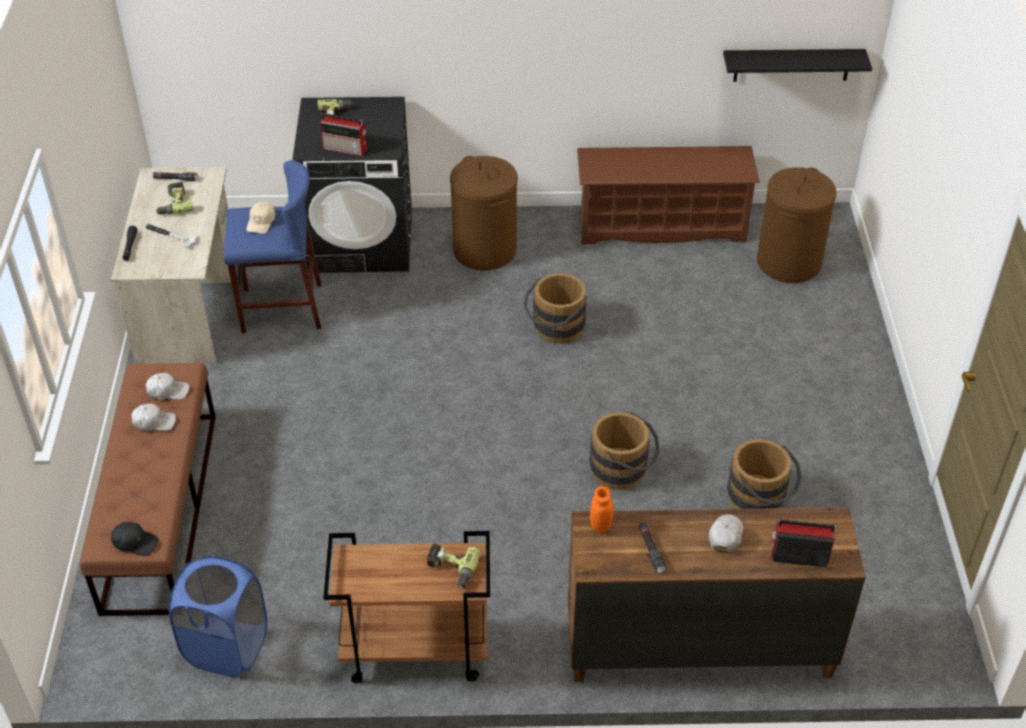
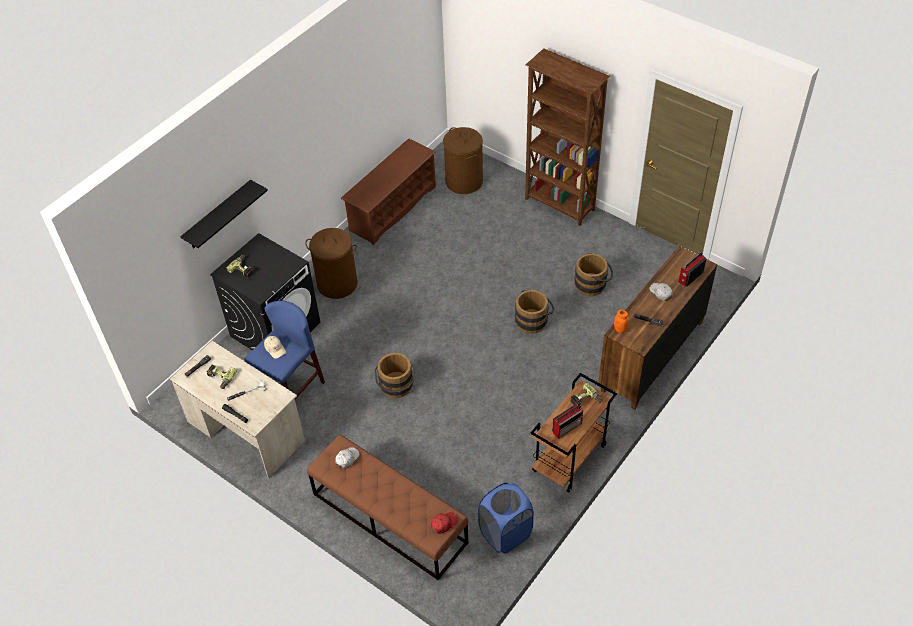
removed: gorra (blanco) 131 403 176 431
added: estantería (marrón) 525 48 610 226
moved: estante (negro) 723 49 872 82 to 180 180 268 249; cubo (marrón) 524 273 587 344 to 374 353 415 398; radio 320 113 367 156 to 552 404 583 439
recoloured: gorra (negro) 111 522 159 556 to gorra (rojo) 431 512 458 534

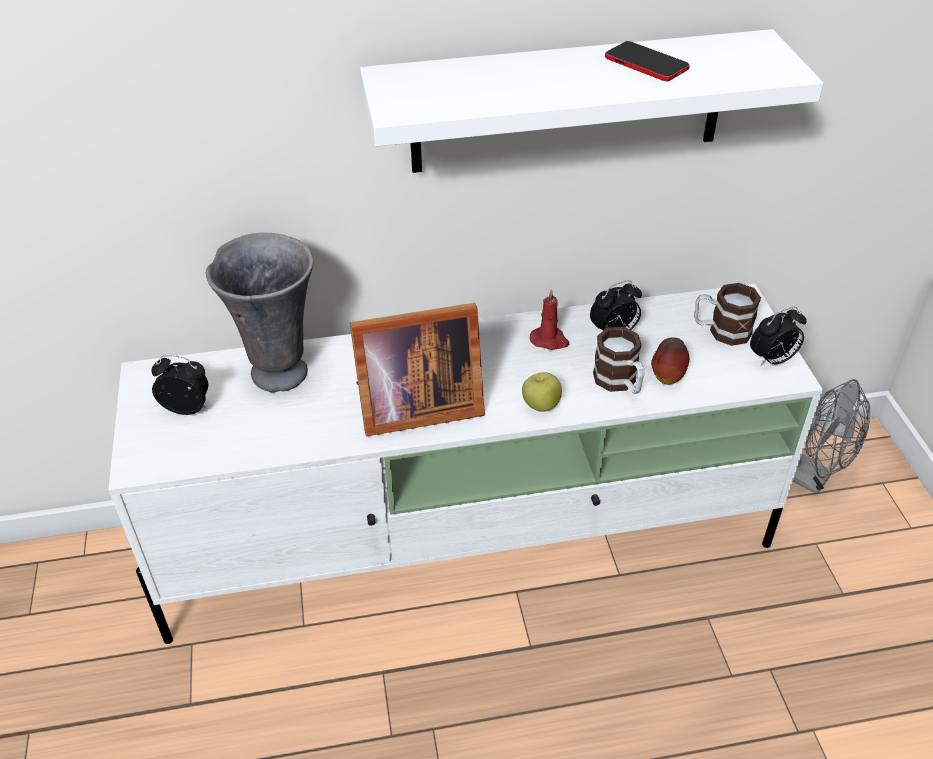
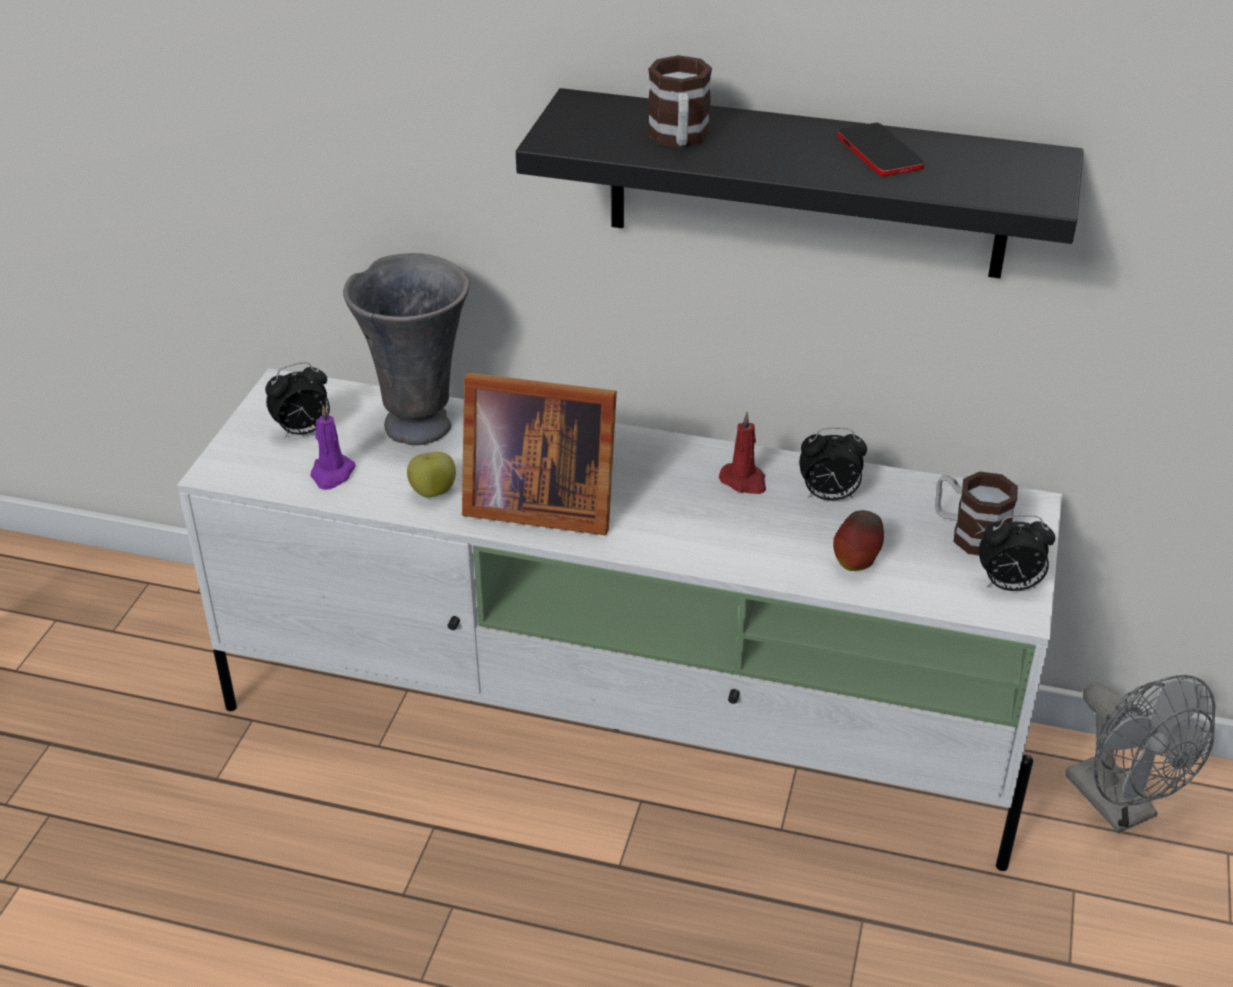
added: vela (morado) 310 405 356 490
moved: manzana 522 372 562 412 to 407 452 456 498; taza grande 593 327 644 394 to 648 55 712 148
recoloured: estante (blanco) 360 29 824 173 to estante (negro) 516 88 1084 278
turned: despertador 151 355 208 415 = 265 362 330 438 120 degrees clockwise

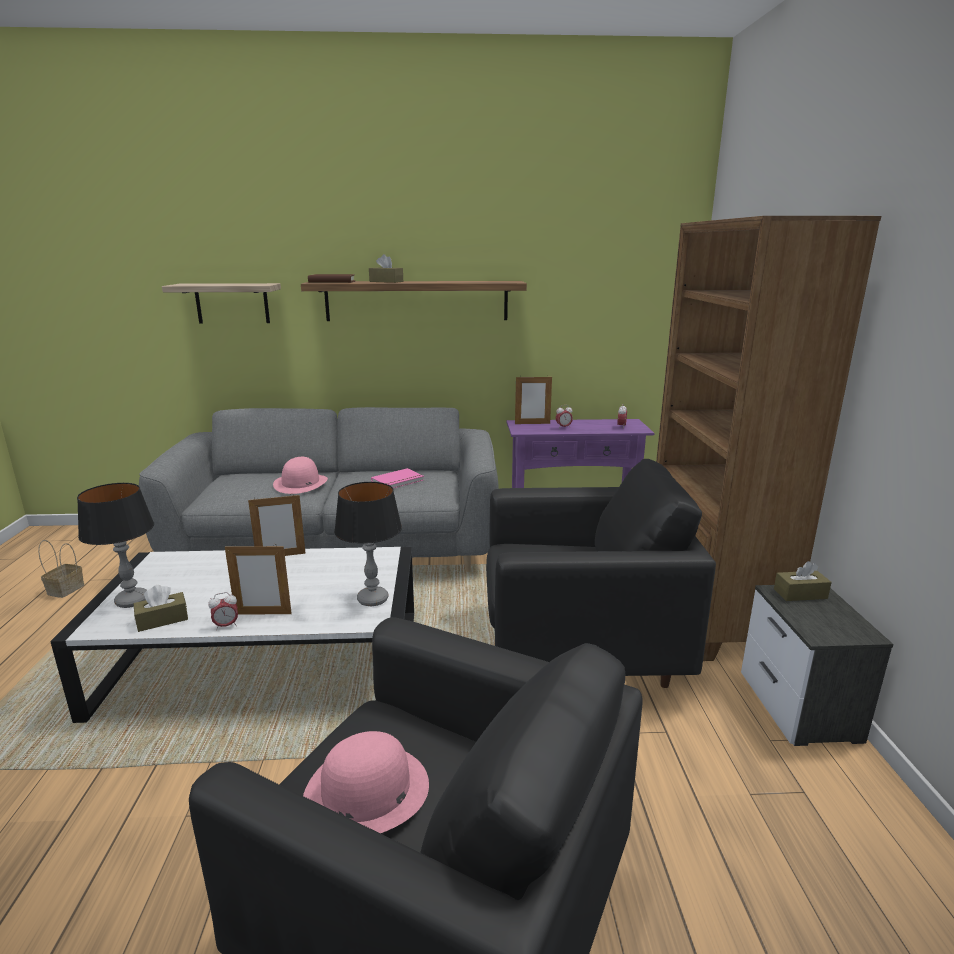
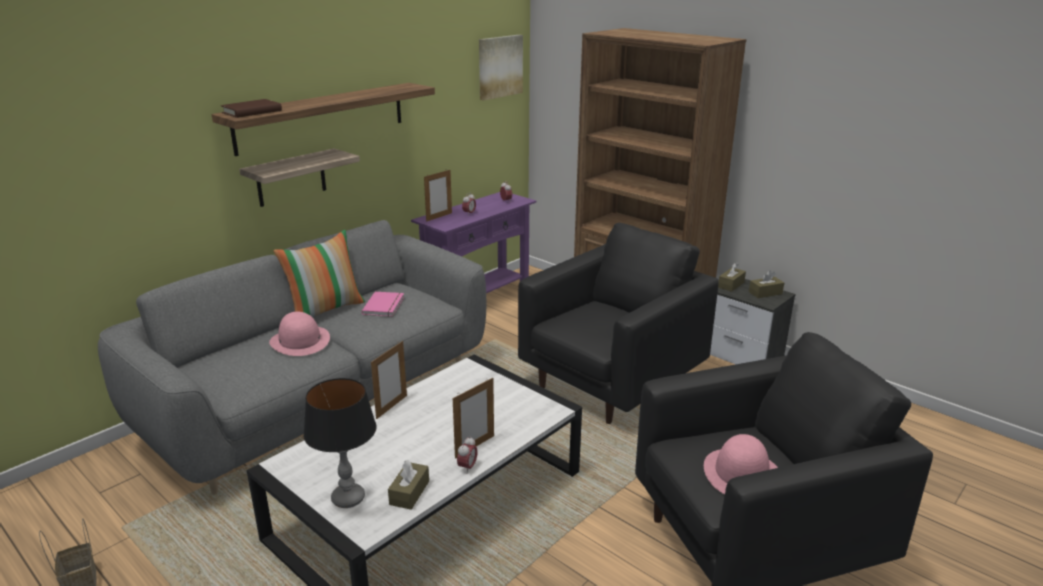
removed: lámpara de mesa 334 482 402 606
added: cojín 274 230 365 318; cuadro 479 35 523 101
moved: estante 162 283 281 324 to 239 148 360 207; caja de pañuelos (marrón) 369 254 403 283 to 749 271 784 298

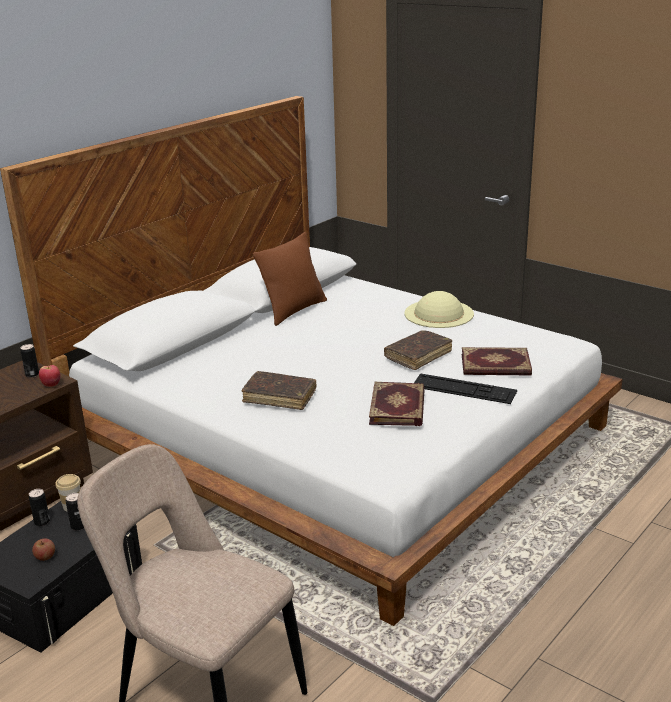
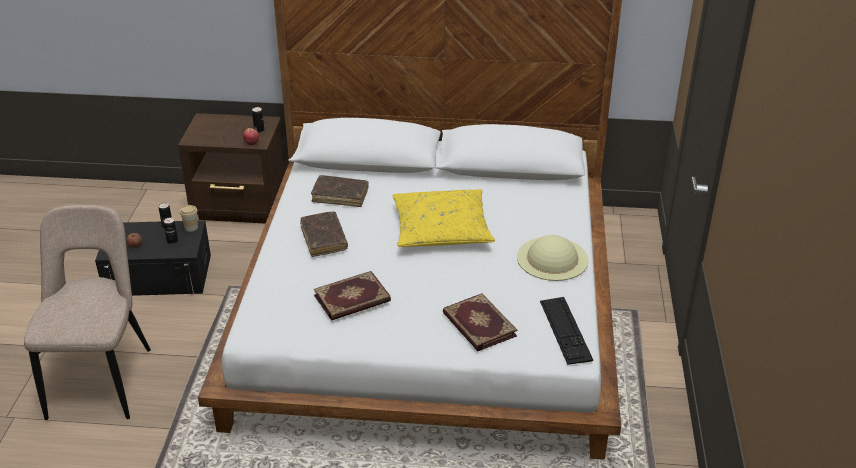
removed: cojín (marrón) 253 232 327 326
added: cojín (amarillo) 392 189 495 247
moved: libro (marrón) 384 330 453 370 to 311 175 369 207; teclado 414 373 517 404 to 540 297 593 365

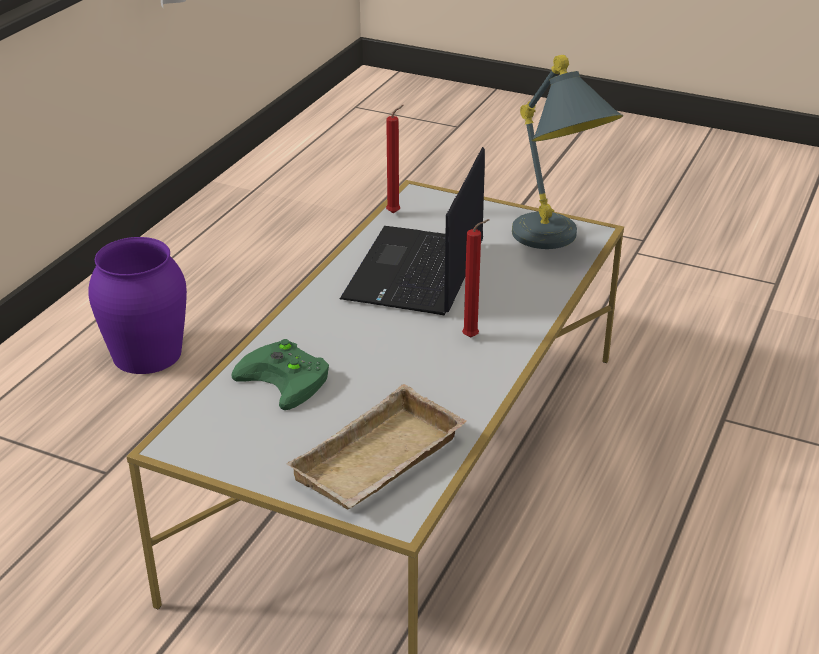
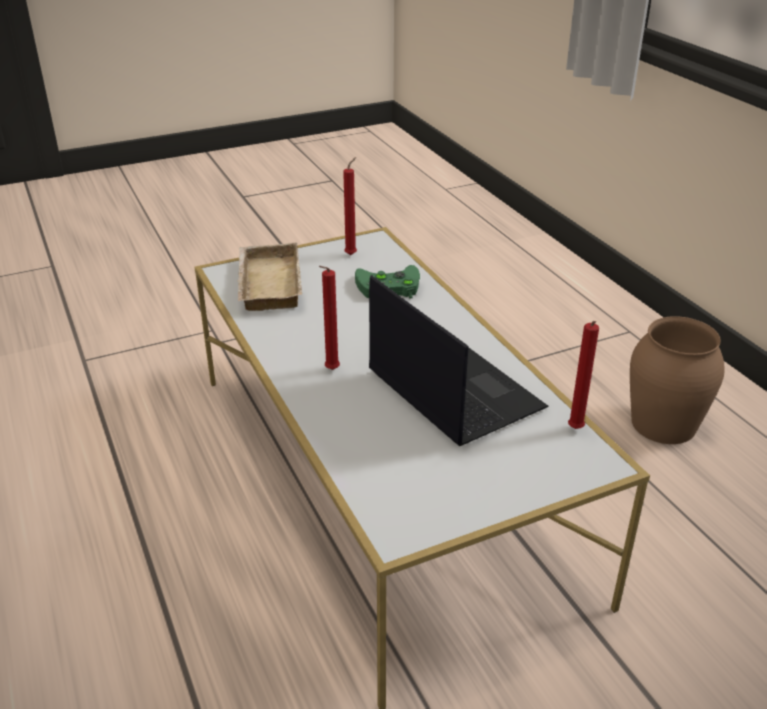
removed: lámpara de mesa (gris) 512 55 623 249
added: vela (rojo) 343 157 357 255
recoloured: florero (morado) 88 237 187 374 to florero (marrón) 630 316 725 444

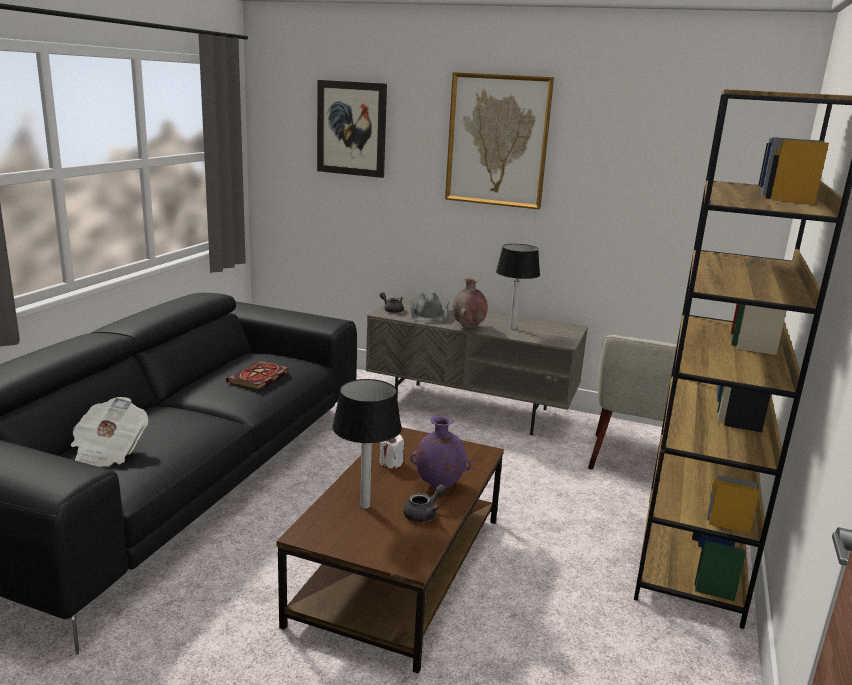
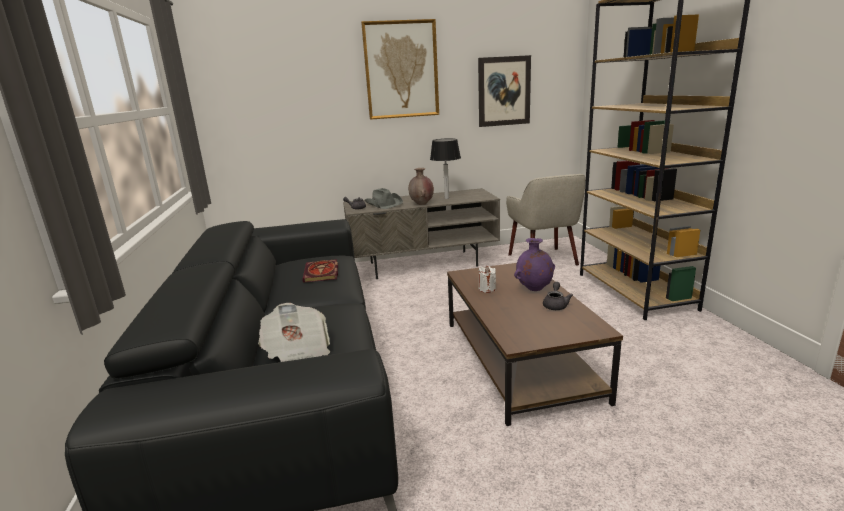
removed: lámpara de mesa 333 379 402 509
moved: cuadro 317 80 387 178 to 478 55 531 127

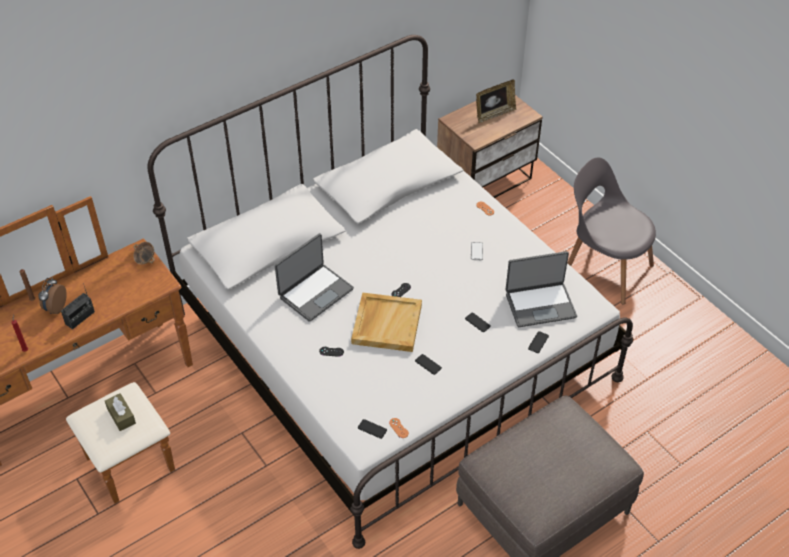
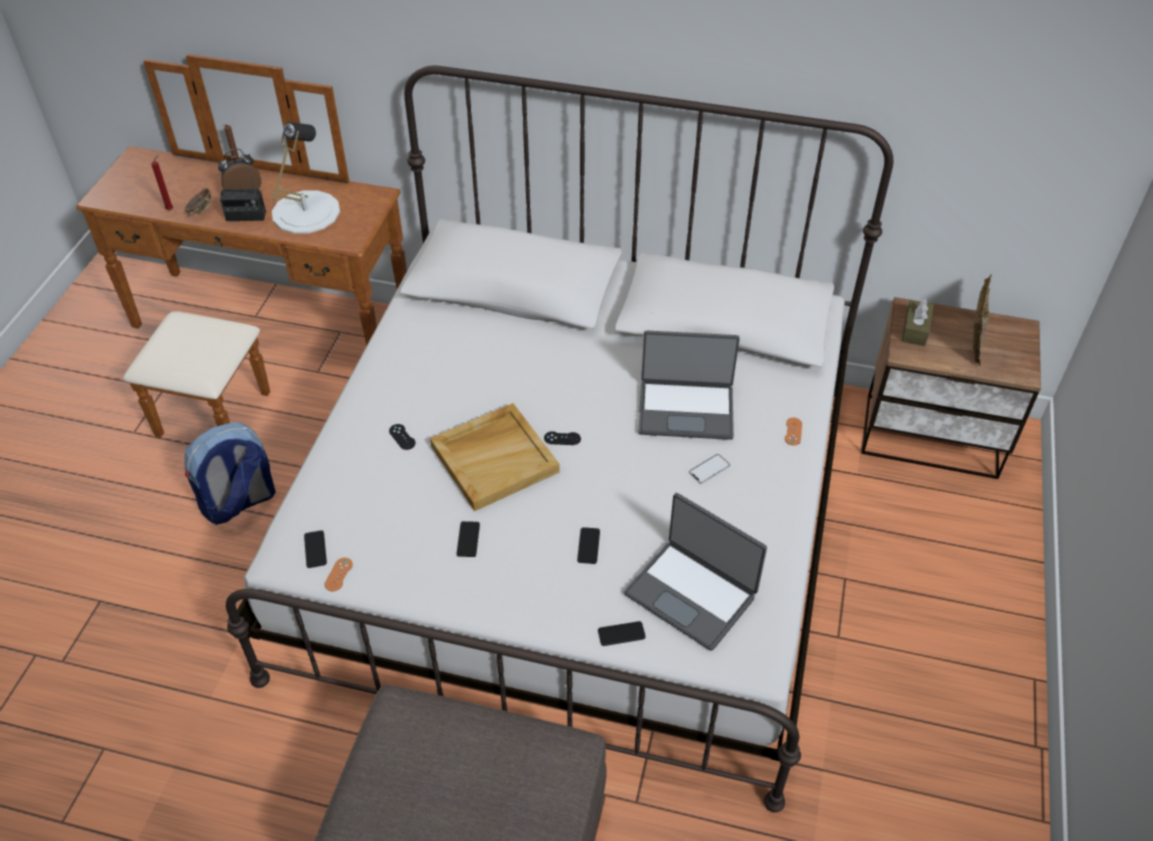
removed: silla (gris) 568 157 656 305
added: mochila 184 422 276 525; lámpara de mesa (blanco) 272 122 340 234
moved: cuenco 133 242 155 264 to 184 187 211 216; portátil 275 233 354 322 to 638 331 740 440; caja de pañuelos (marrón) 105 393 136 431 to 901 299 934 346
turned: portarretratos 476 79 517 123 = 973 274 992 366 90 degrees counterclockwise

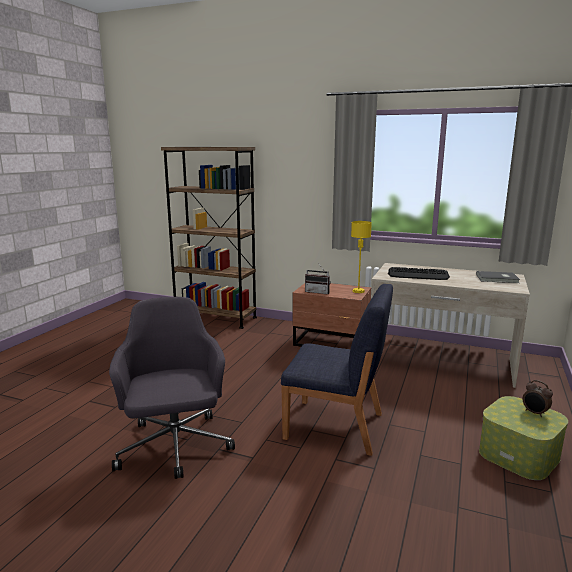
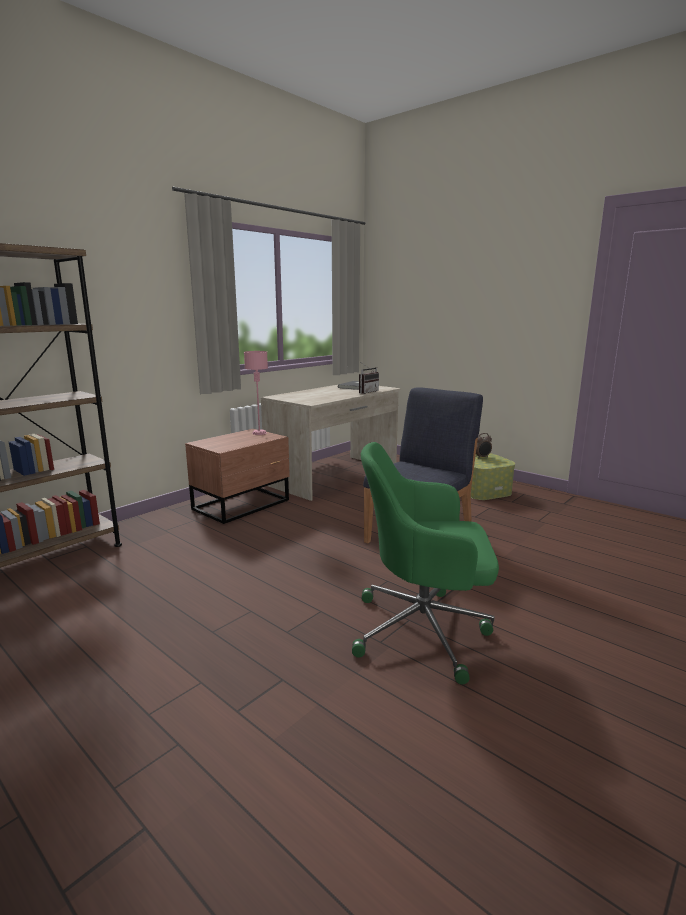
removed: teclado 388 267 450 280
moved: radio 305 264 331 294 to 359 363 379 394
recoloured: lámpara de mesa (amarillo) 351 221 372 293 to lámpara de mesa (rosa) 244 351 268 435; silla de oficina (gris) 109 297 235 479 to silla de oficina (verde) 352 442 499 684

